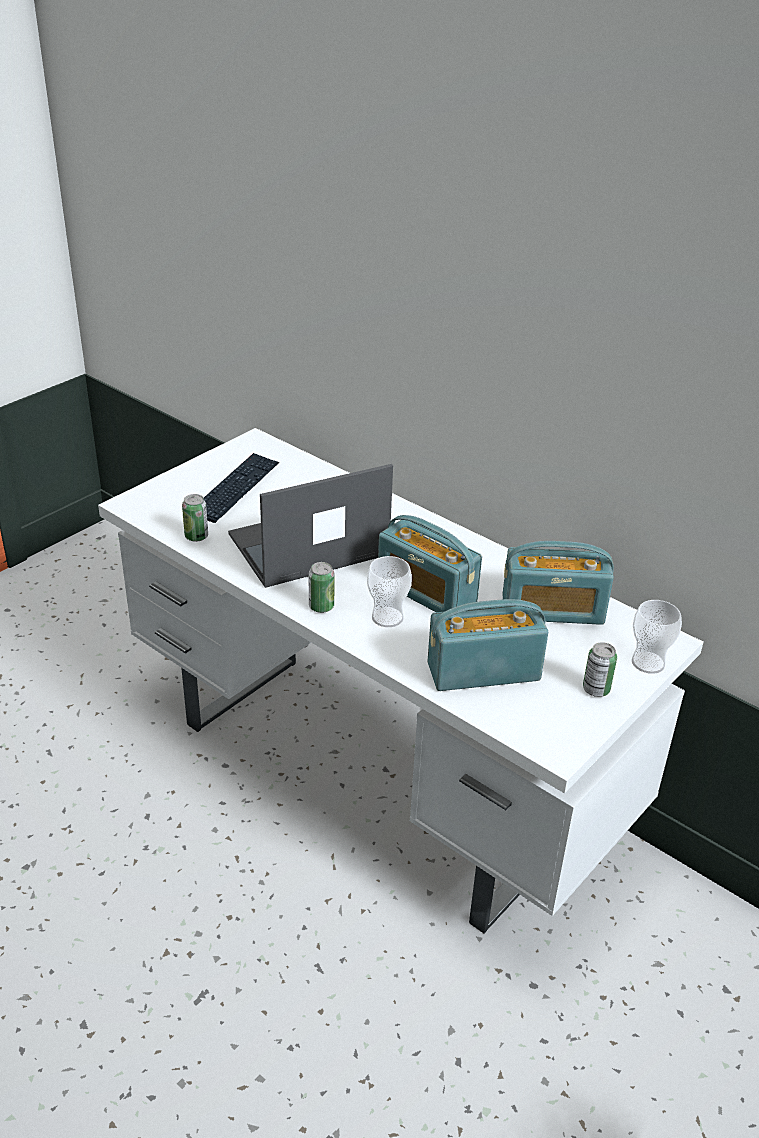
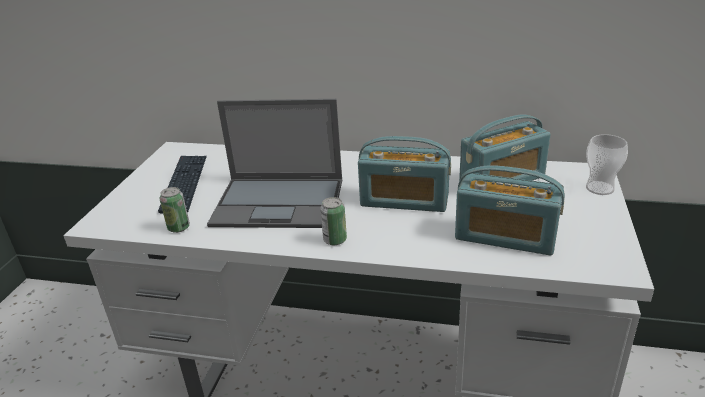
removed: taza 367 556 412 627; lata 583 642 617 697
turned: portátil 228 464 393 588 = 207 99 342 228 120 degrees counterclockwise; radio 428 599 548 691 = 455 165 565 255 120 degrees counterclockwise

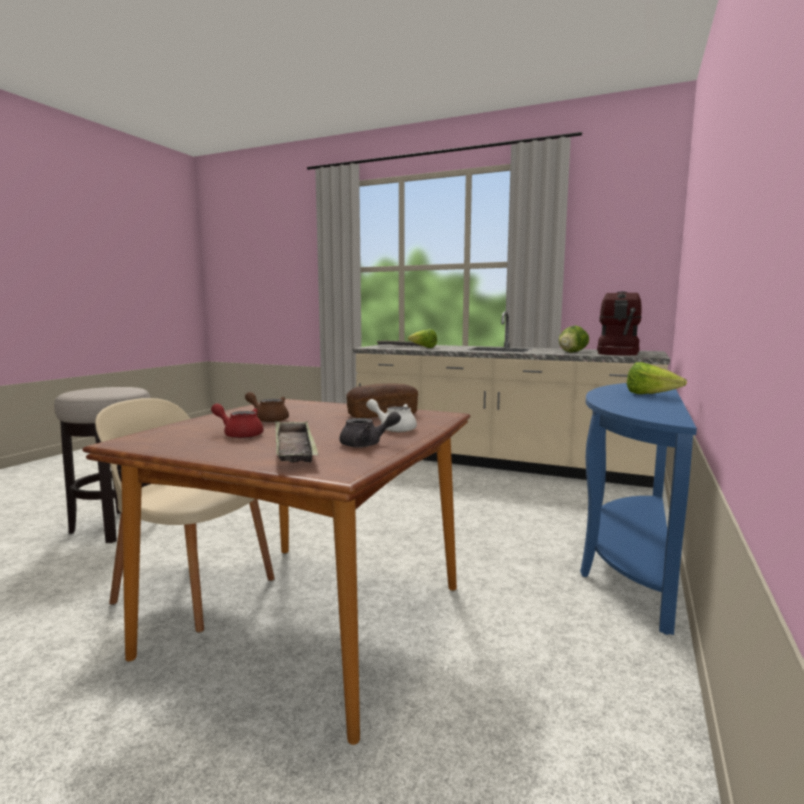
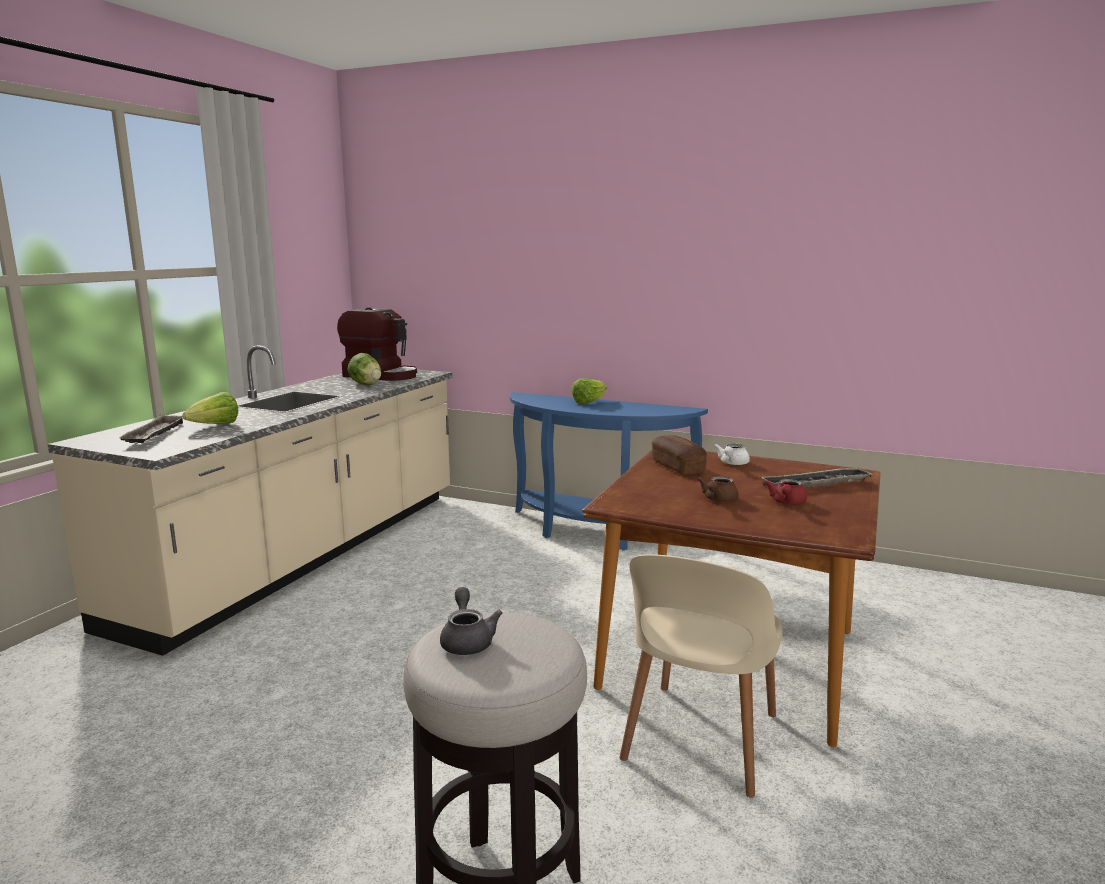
moved: tetera (gris) 339 411 401 447 to 440 587 503 655

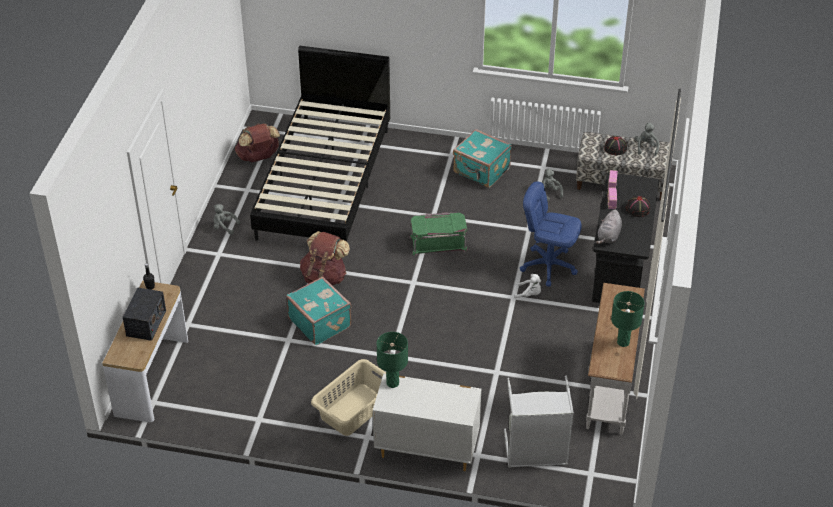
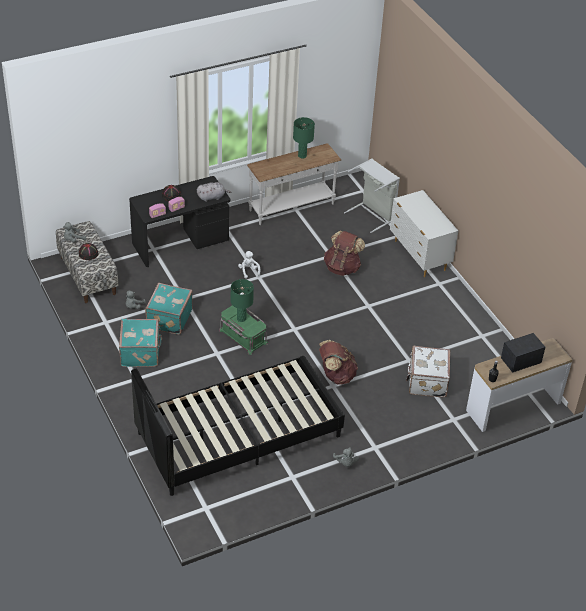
removed: cesto de la ropa (beis) 311 359 386 436; silla de oficina (azul) 520 181 582 286
added: maleta (blanco) 406 346 450 397
moved: maleta (turquesa) 286 277 351 345 to 145 283 193 335; lámpara de mesa (verde) 377 332 408 388 to 231 279 254 322; mochila (marrón) 235 123 280 162 to 324 231 365 276

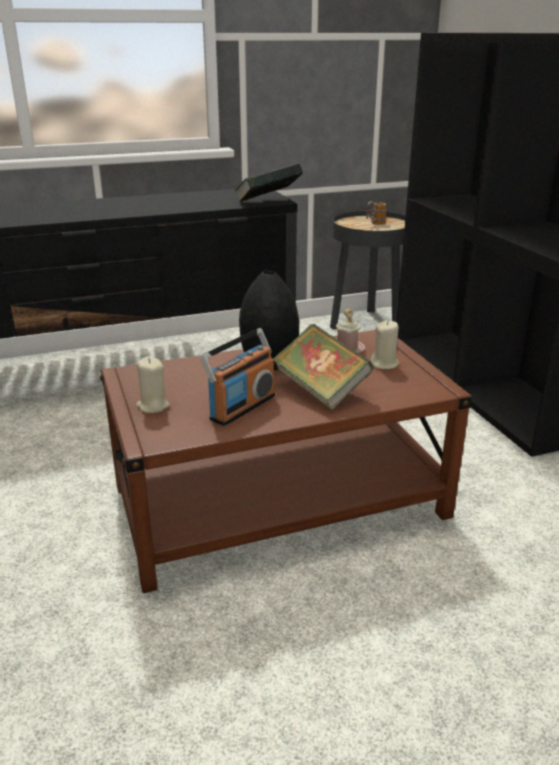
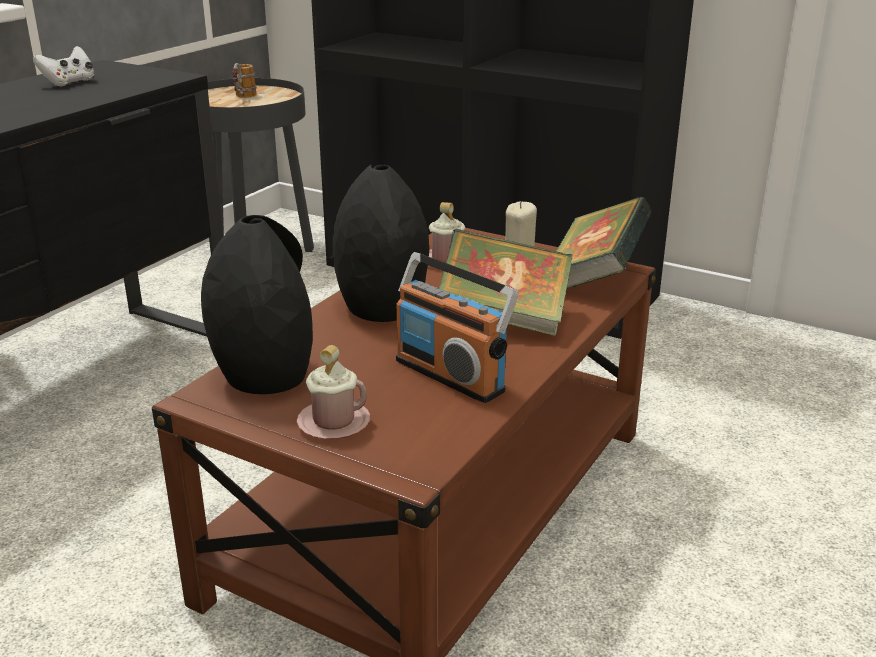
added: mando de consola (blanco) 33 46 94 87; florero (negro) 201 215 313 394
moved: libro 234 163 303 202 to 556 197 652 289
replaced: vela (beis) 136 357 170 413 to taza grande (rosa) 297 345 370 439
turned: radio 200 328 275 426 = 396 252 519 403 135 degrees clockwise

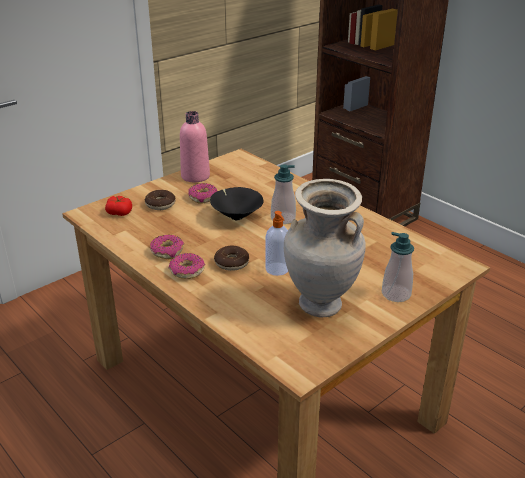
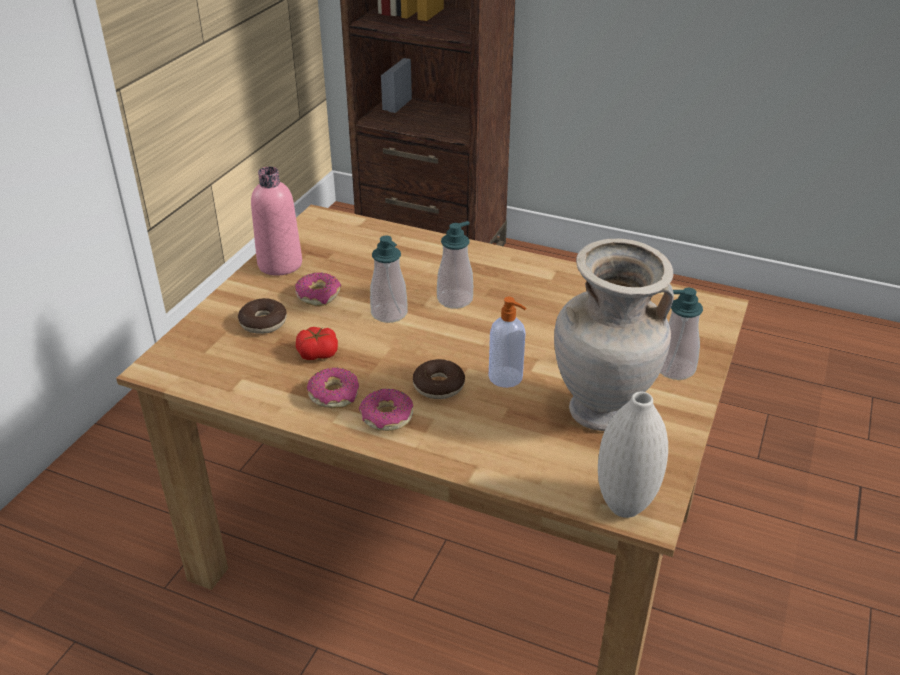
added: florero (blanco) 598 392 668 518
moved: tomate 105 196 132 216 to 296 327 338 360
replaced: cuenco (negro) 210 187 264 220 to dispensador de jabón 370 236 408 323

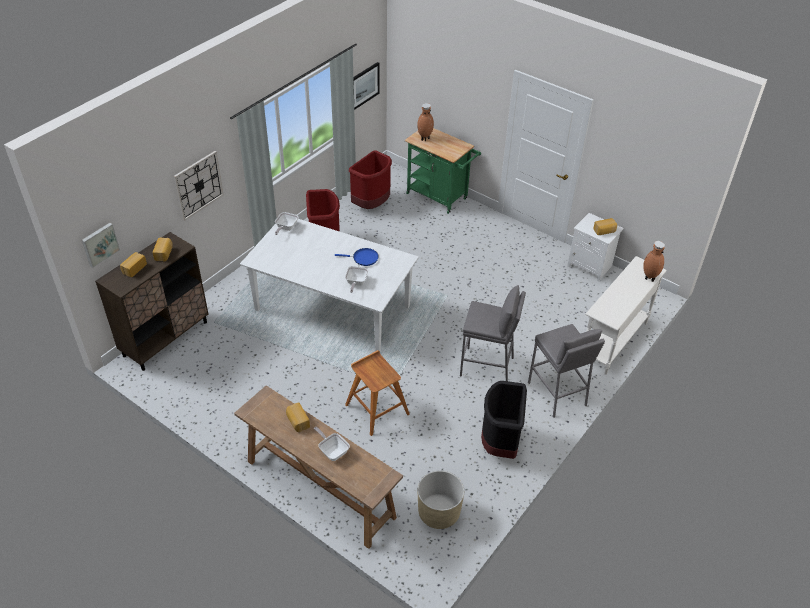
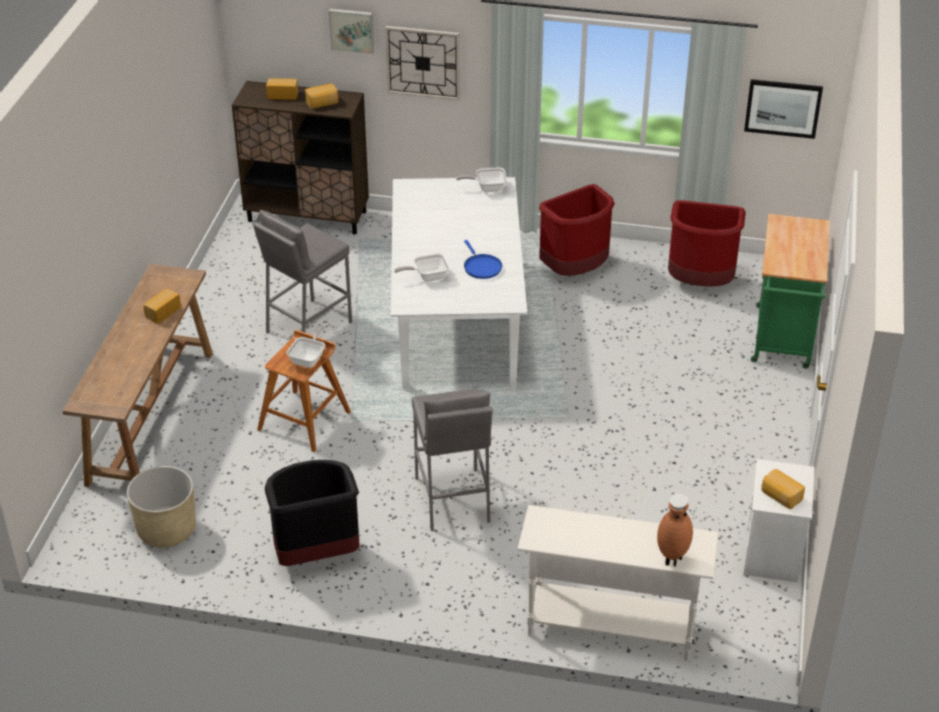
removed: florero (marrón) 417 103 434 141
moved: taburete (gris) 528 324 605 418 to 253 210 352 334; sartén 314 427 350 461 to 286 326 325 368; cuadro 82 223 120 268 to 329 9 374 54

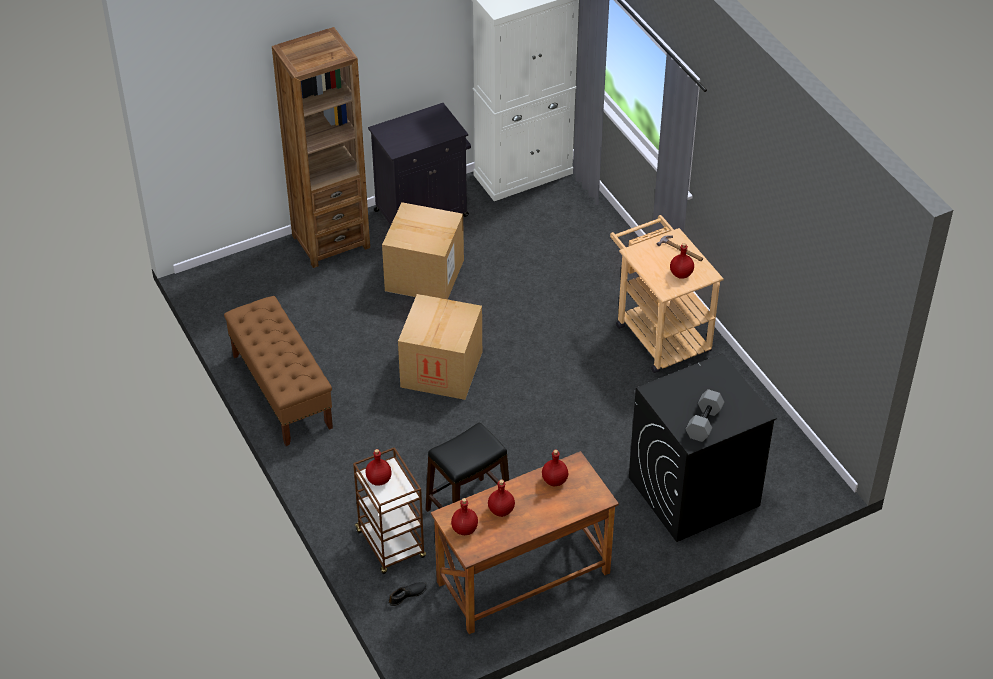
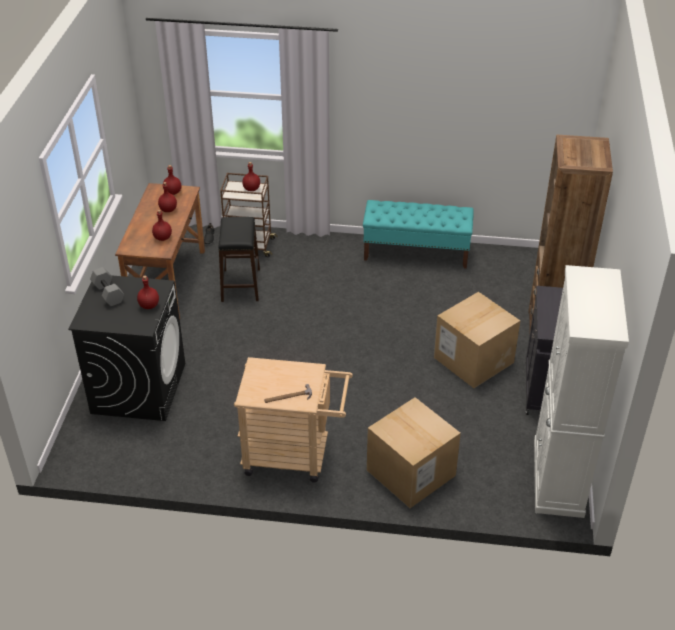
moved: botella (rojo) 670 243 694 279 to 137 276 159 309; caja de cartón 398 294 482 400 to 367 397 461 508
recoloured: banco (marrón) 224 296 333 446 to banco (turquesa) 363 200 474 269

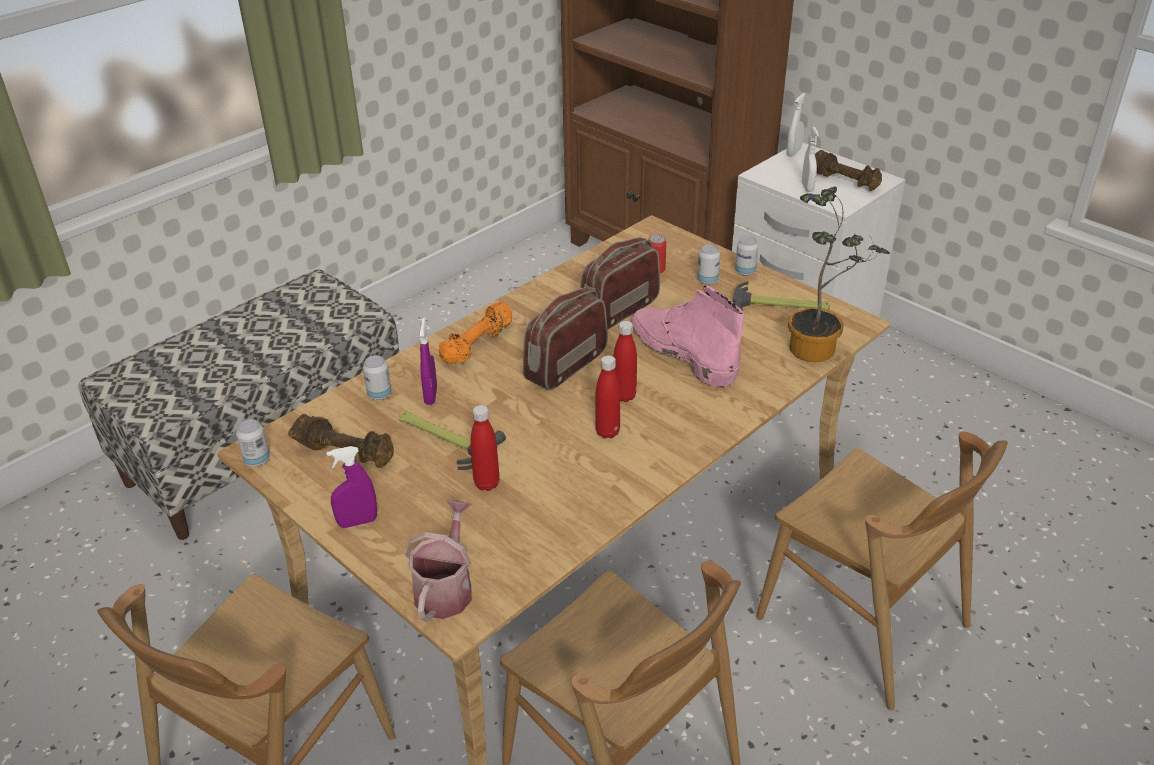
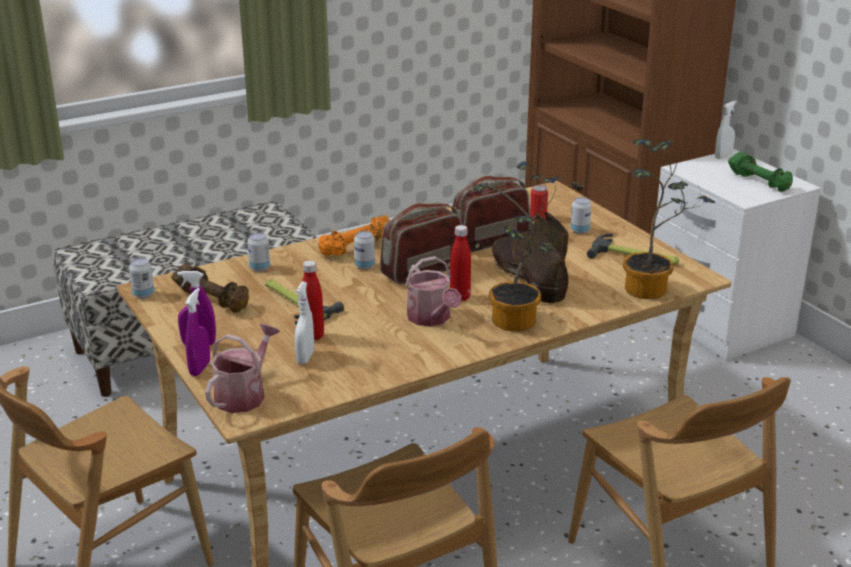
added: planta en maceta 473 162 564 331
moved: pulverizador (morado) 419 317 437 405 to 185 288 210 376; pulverizador (blanco) 802 127 819 192 to 295 281 314 364; lata 735 236 759 276 to 354 231 375 270
replaced: botella (rojo) 595 355 620 439 to regadera 405 256 462 326
recoloured: bota (rosa) 631 286 744 388 to bota (marrón) 492 212 569 304; mancuerna (marrón) 815 150 882 191 to mancuerna (verde) 728 152 793 192

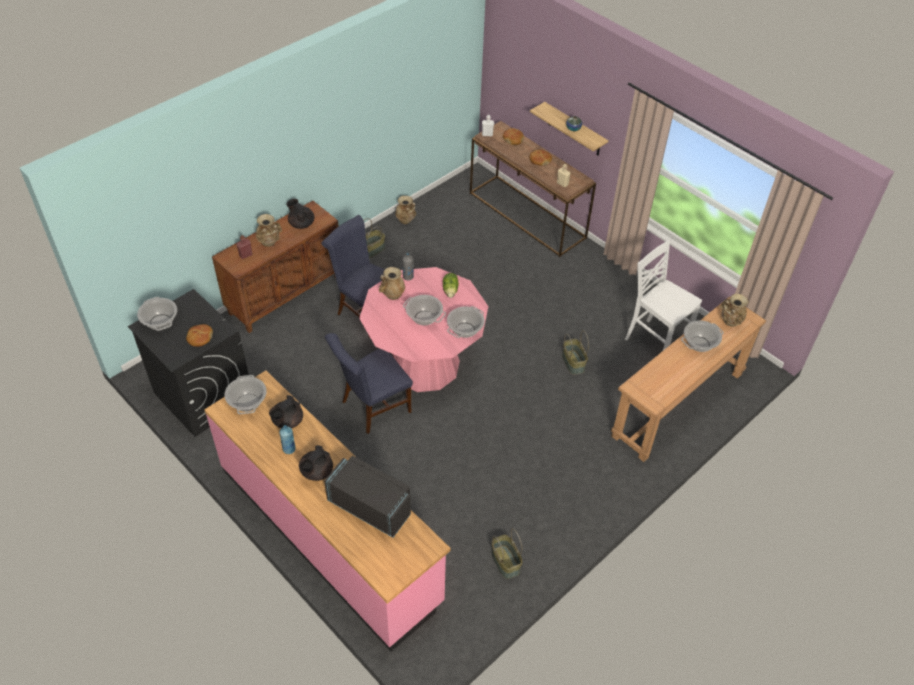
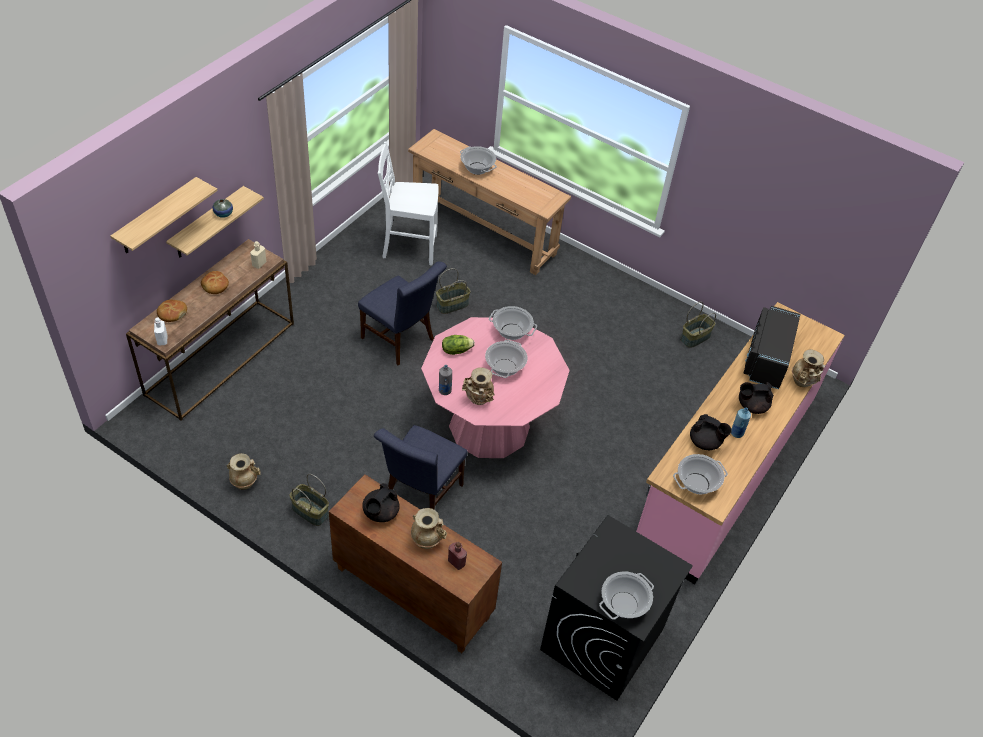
removed: pan 186 324 213 347
added: estante 111 177 218 253
moved: silla (azul) 325 333 413 434 to 358 261 447 365; florero (beis) 719 294 748 327 to 792 349 825 387
turned: silla (blanco) 625 240 702 350 = 378 142 438 265 60 degrees clockwise; tetera (negro) 299 445 333 481 = 739 382 774 414 150 degrees clockwise

